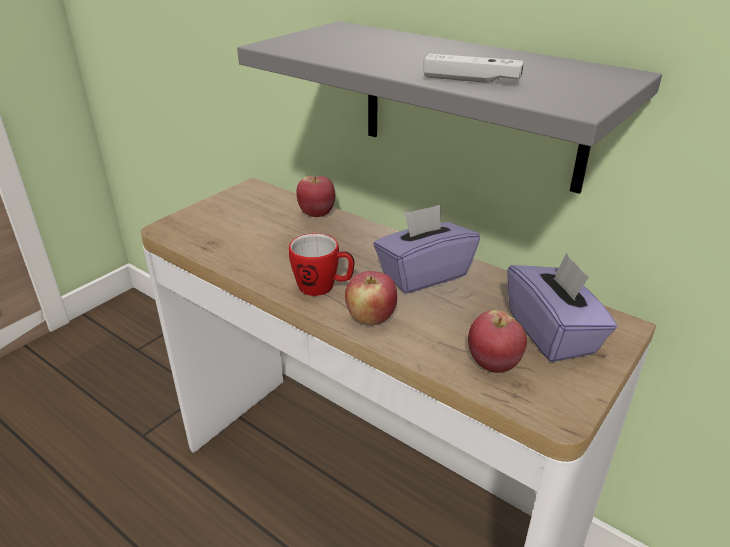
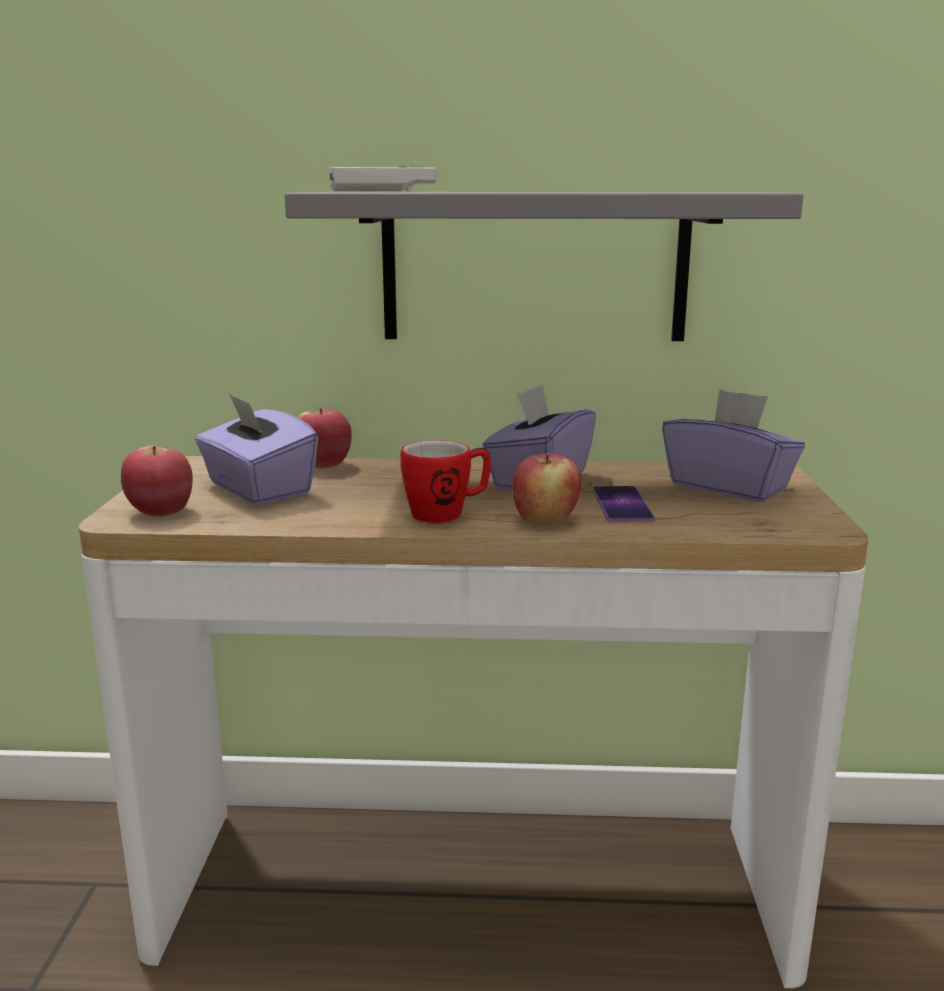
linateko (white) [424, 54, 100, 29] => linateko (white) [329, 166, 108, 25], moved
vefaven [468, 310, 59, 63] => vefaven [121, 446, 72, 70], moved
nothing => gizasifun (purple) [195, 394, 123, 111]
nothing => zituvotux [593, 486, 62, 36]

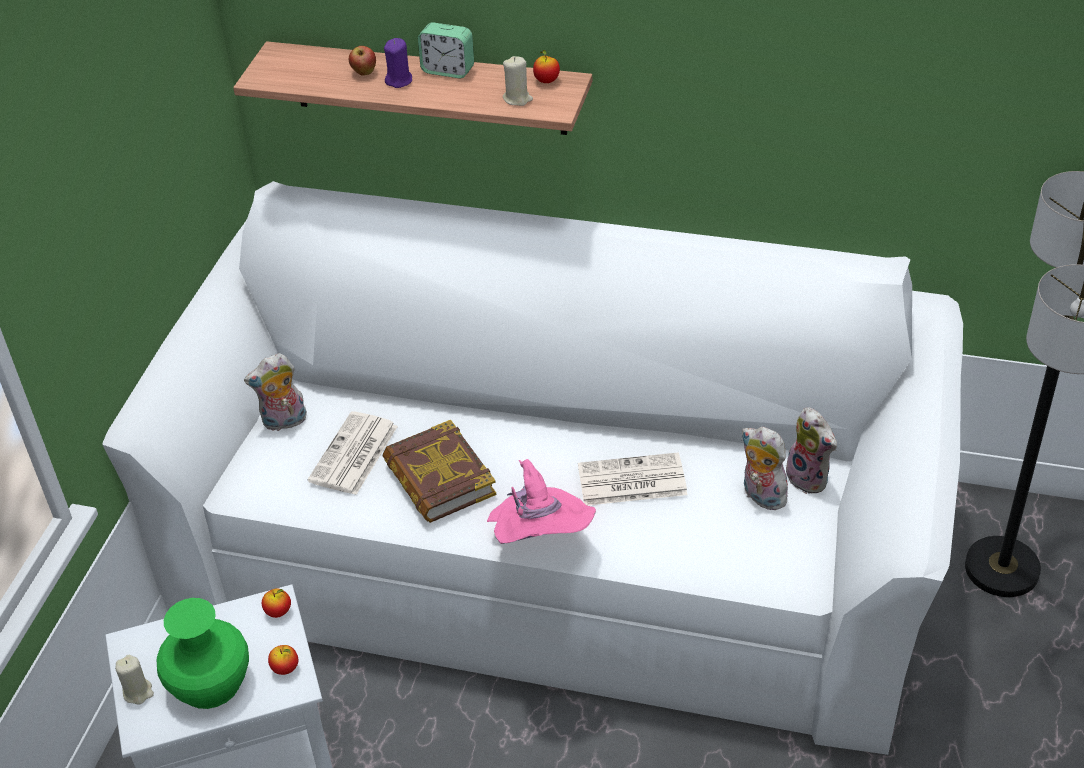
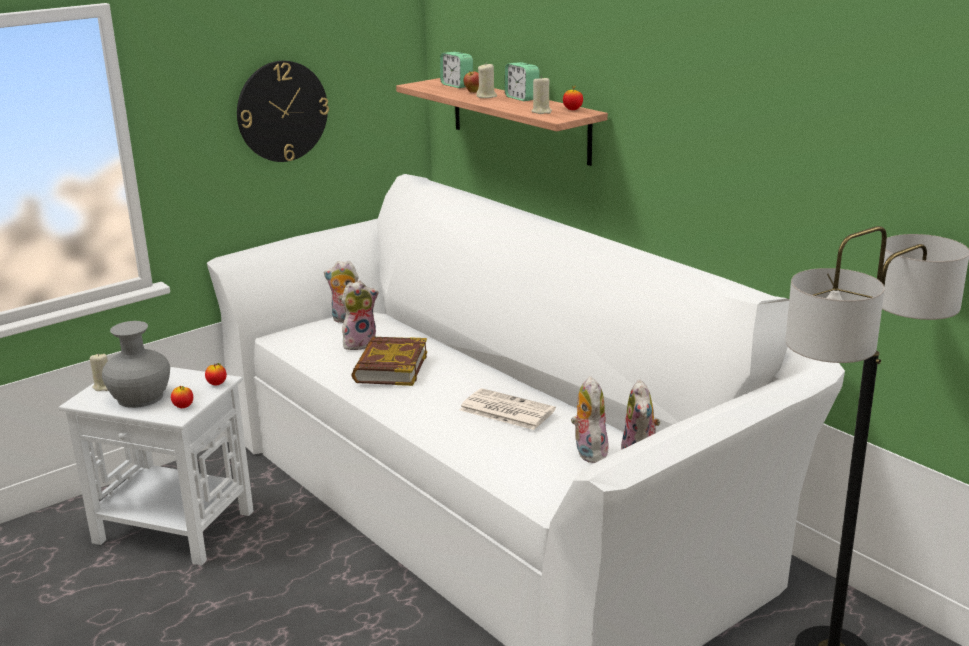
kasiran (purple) [384, 38, 28, 50] => kasiran (beige) [476, 64, 21, 34]
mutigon [308, 411, 90, 84] => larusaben [342, 281, 37, 69]
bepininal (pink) [487, 459, 109, 85] => nothing
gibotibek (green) [157, 598, 92, 111] => gibotibek (grey) [102, 321, 68, 87]
nothing => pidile [440, 52, 33, 36]
nothing => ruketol [237, 61, 92, 101]

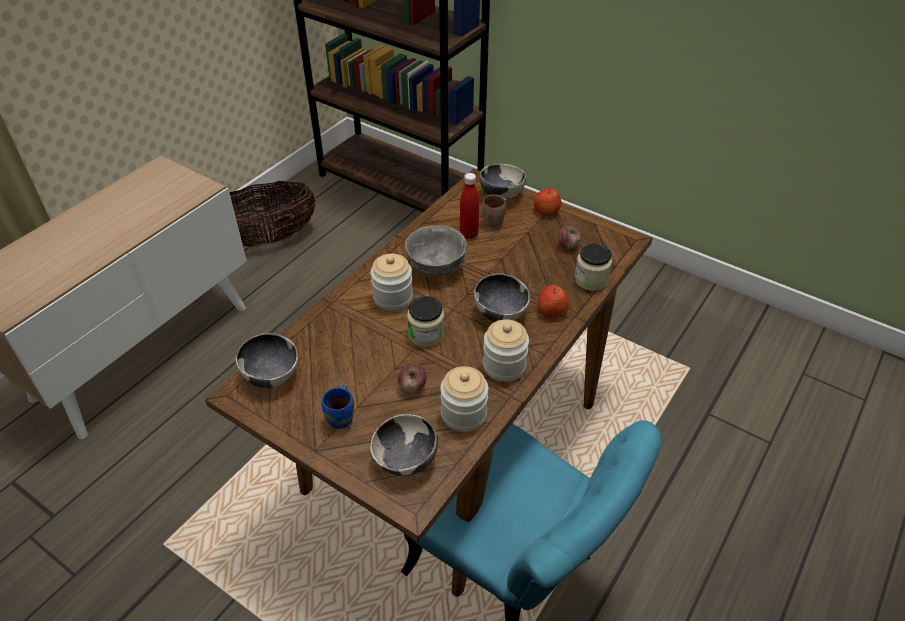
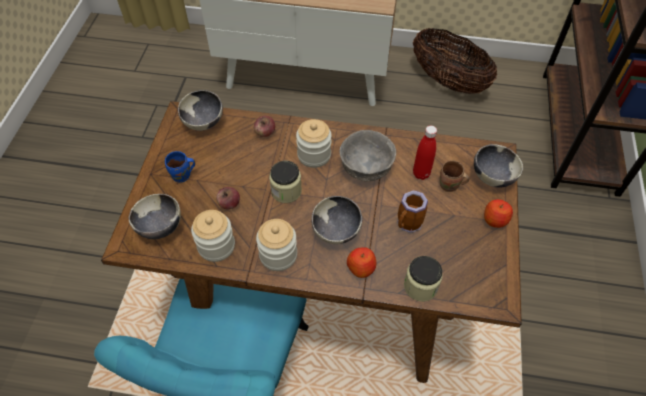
vefaven [558, 225, 24, 24] => vefaven [254, 116, 21, 21], moved
nothing => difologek [397, 190, 31, 43]

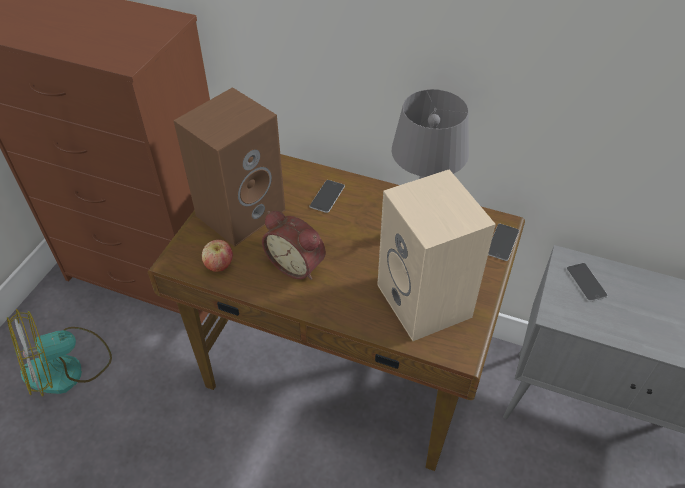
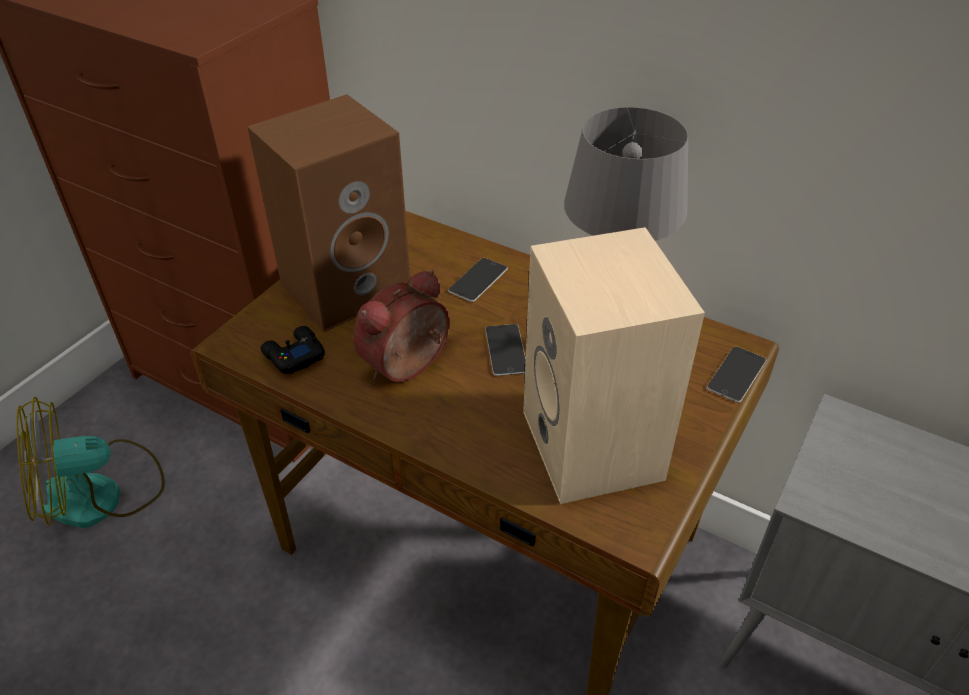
pidile [262, 211, 64, 69] => pidile [353, 270, 97, 112], 90 degrees clockwise
vefaven [202, 240, 31, 32] => linateko (black) [261, 326, 64, 48]
zituvotux [566, 263, 42, 39] => zituvotux [485, 324, 41, 52], moved

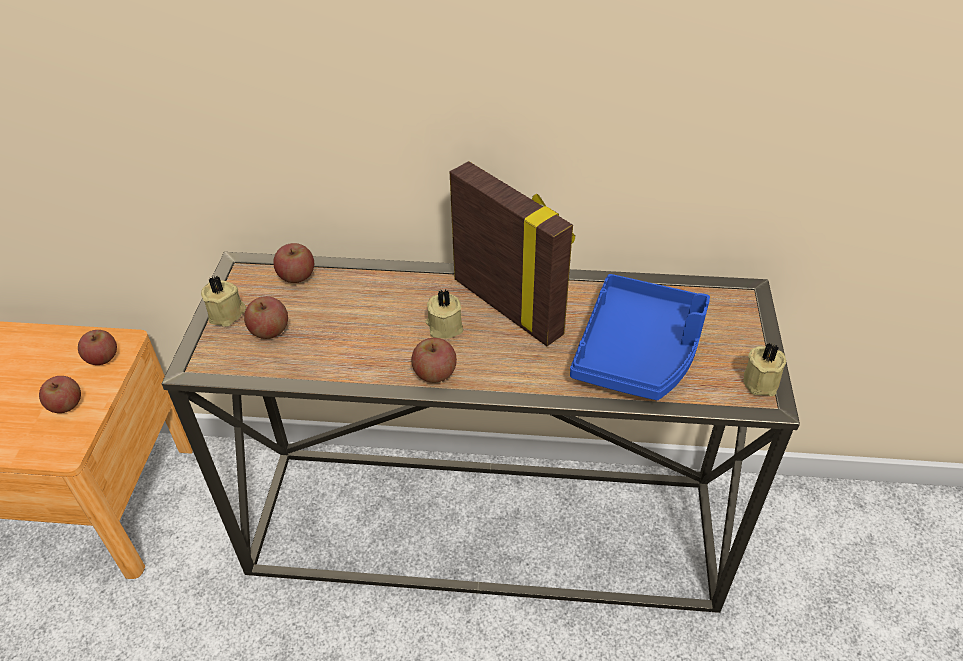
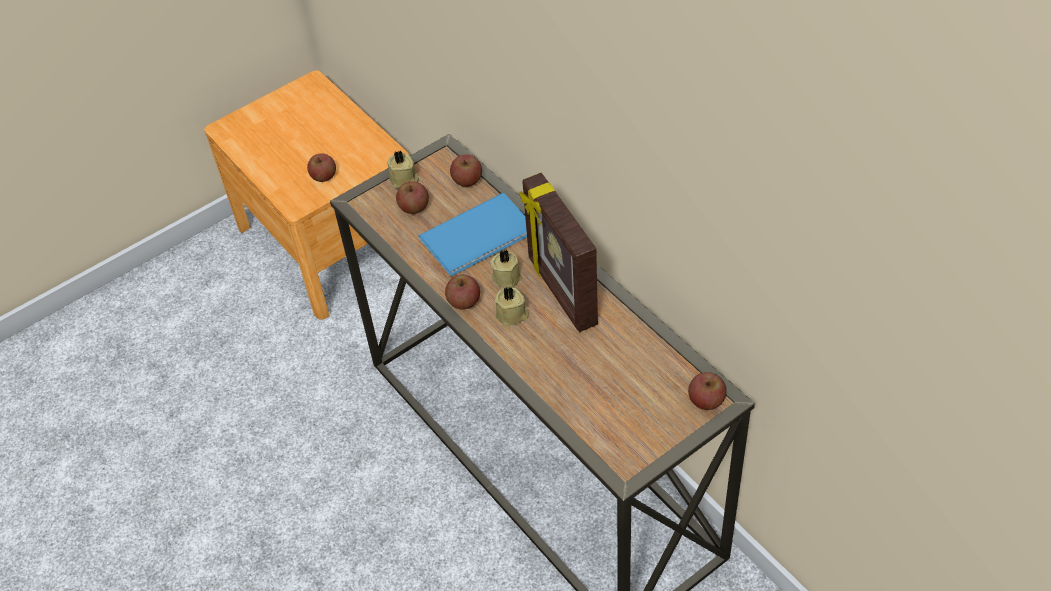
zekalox [450, 161, 125, 185] => zekalox [520, 173, 78, 159], 150 degrees clockwise
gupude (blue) [570, 274, 140, 126] => nothing
vefaven [78, 330, 39, 35] => vefaven [688, 372, 39, 38], moved
kasiran (beige) [743, 343, 43, 53] => kasiran (beige) [495, 287, 34, 40], moved
nothing => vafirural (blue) [419, 193, 108, 83]

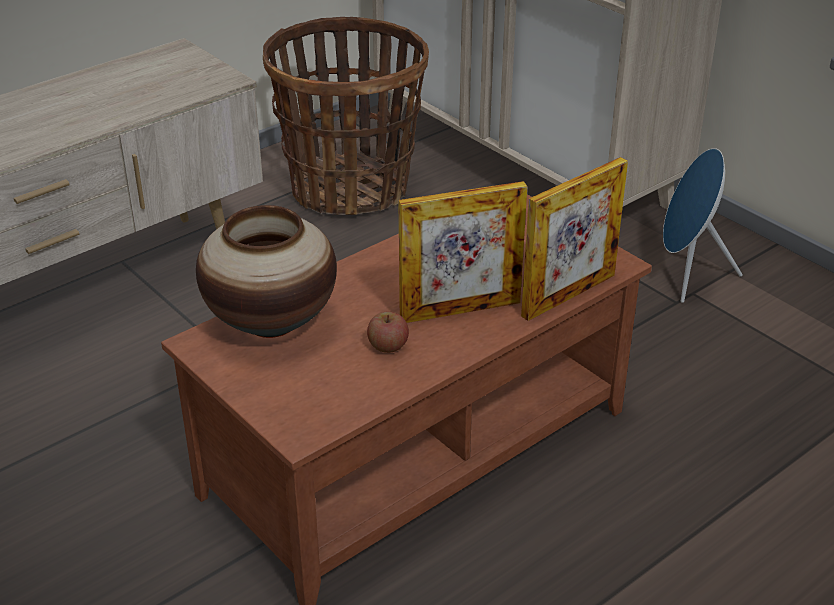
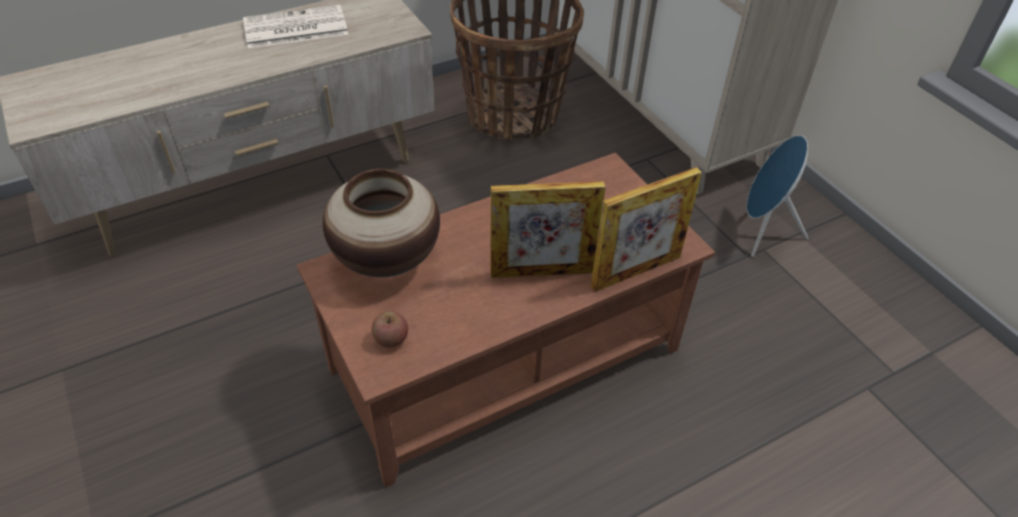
vefaven [367, 312, 42, 41] => vefaven [372, 311, 36, 36], moved
nothing => mutigon [243, 5, 105, 43]

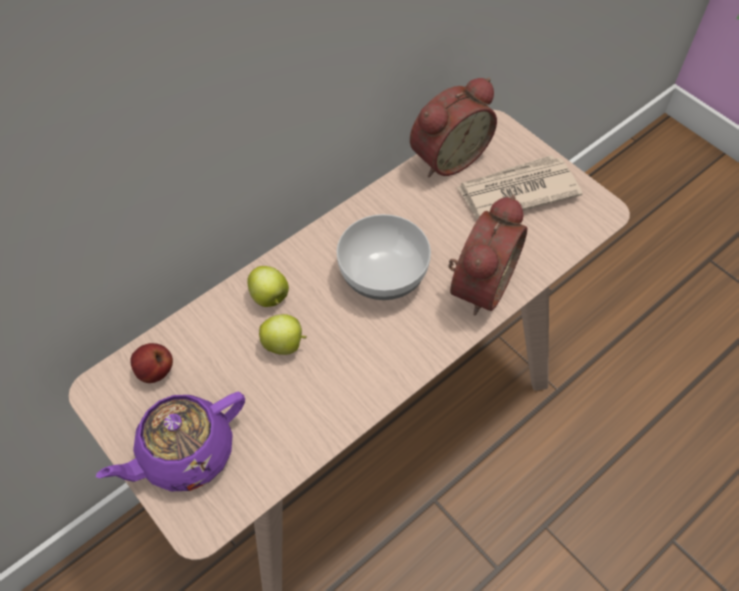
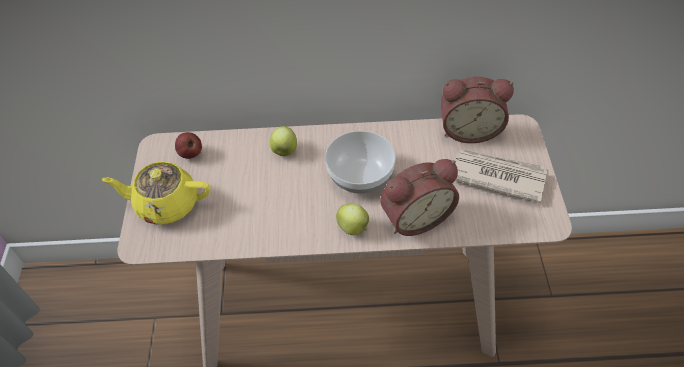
vefaven [259, 314, 48, 41] => vefaven [336, 204, 33, 31], moved
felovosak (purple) [96, 392, 149, 99] => felovosak (yellow) [101, 161, 109, 64]

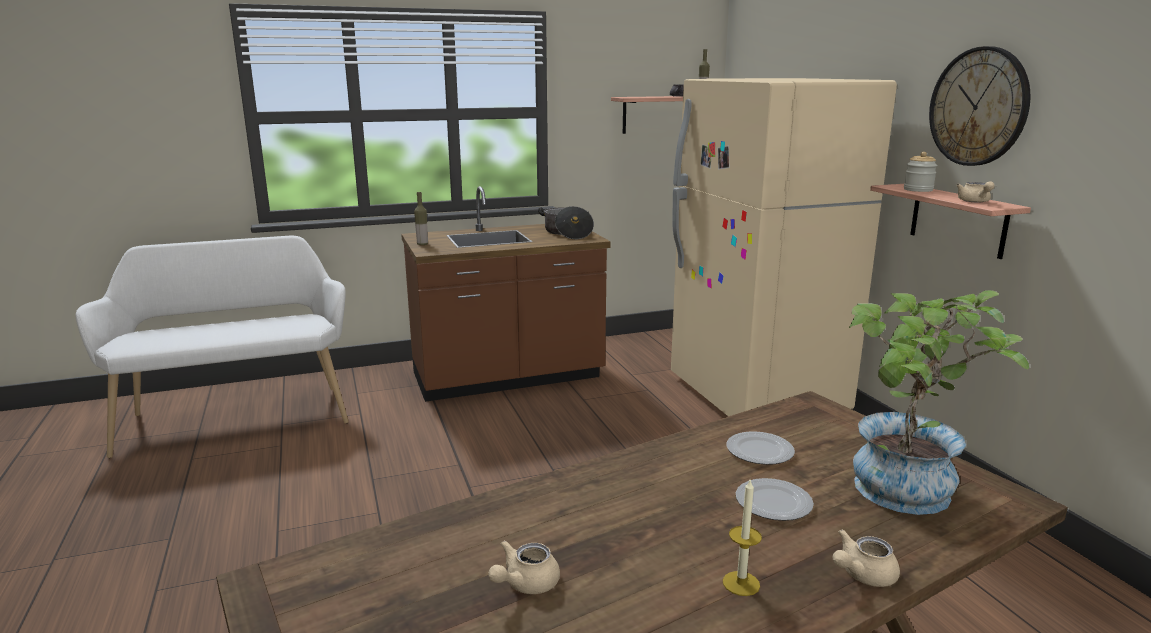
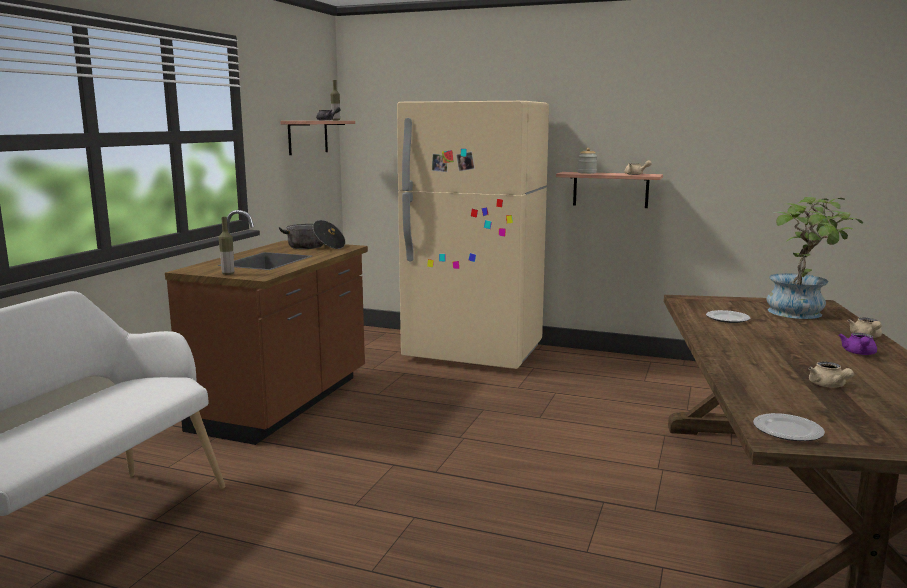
ruketol [929, 46, 101, 120] => nothing
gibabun [736, 478, 78, 43] => gibabun [753, 413, 72, 28], moved
kasiran [723, 480, 39, 116] => felovosak (purple) [838, 333, 39, 22]

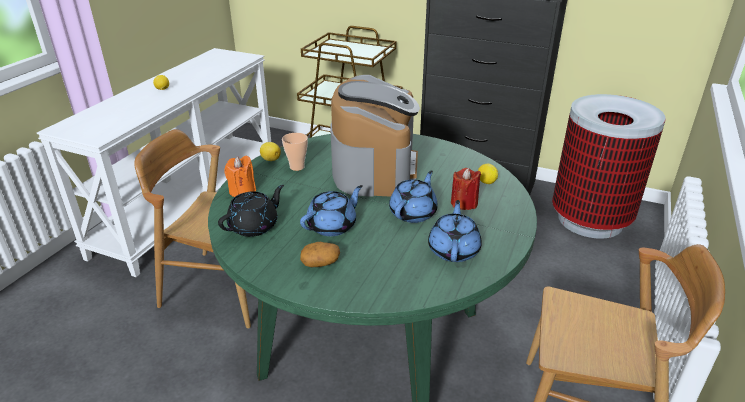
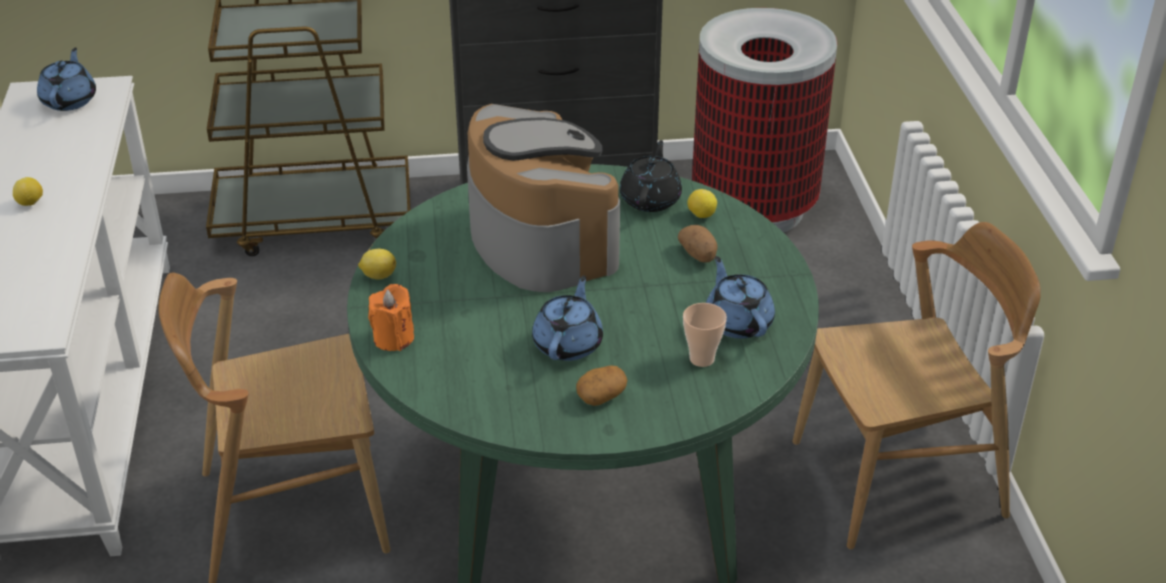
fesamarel [282, 133, 26, 38] => fesamarel [683, 303, 44, 64], moved
kasiran (red) [451, 168, 30, 42] => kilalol [678, 225, 40, 38]
felovosak (blue) [389, 170, 49, 53] => felovosak (blue) [37, 48, 59, 63], moved
felovosak (black) [218, 185, 66, 52] => felovosak (black) [620, 140, 62, 72], moved

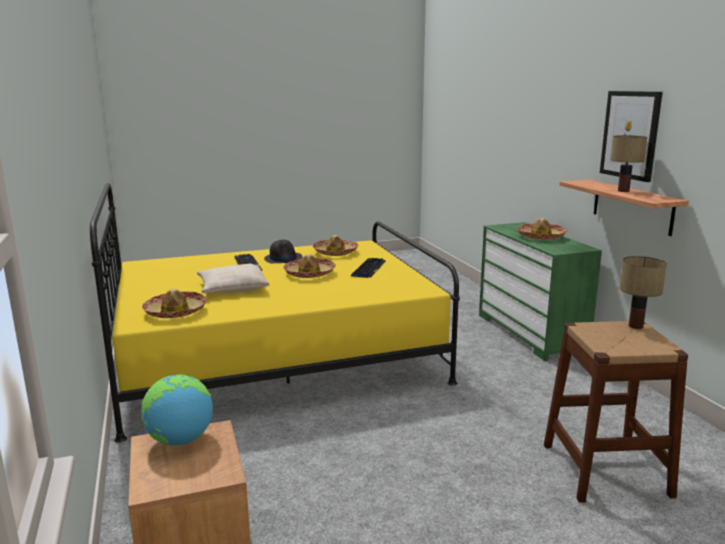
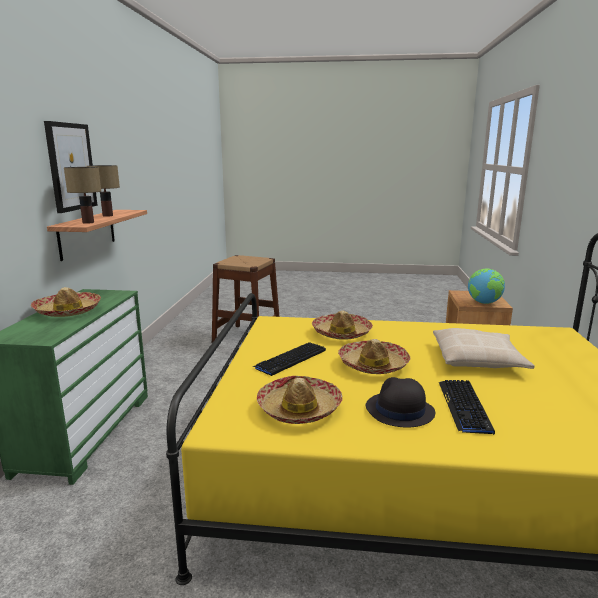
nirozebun [619, 256, 48, 73] => nirozebun [64, 167, 37, 57], moved
bepininal [142, 289, 65, 29] => bepininal [312, 311, 61, 29], moved

